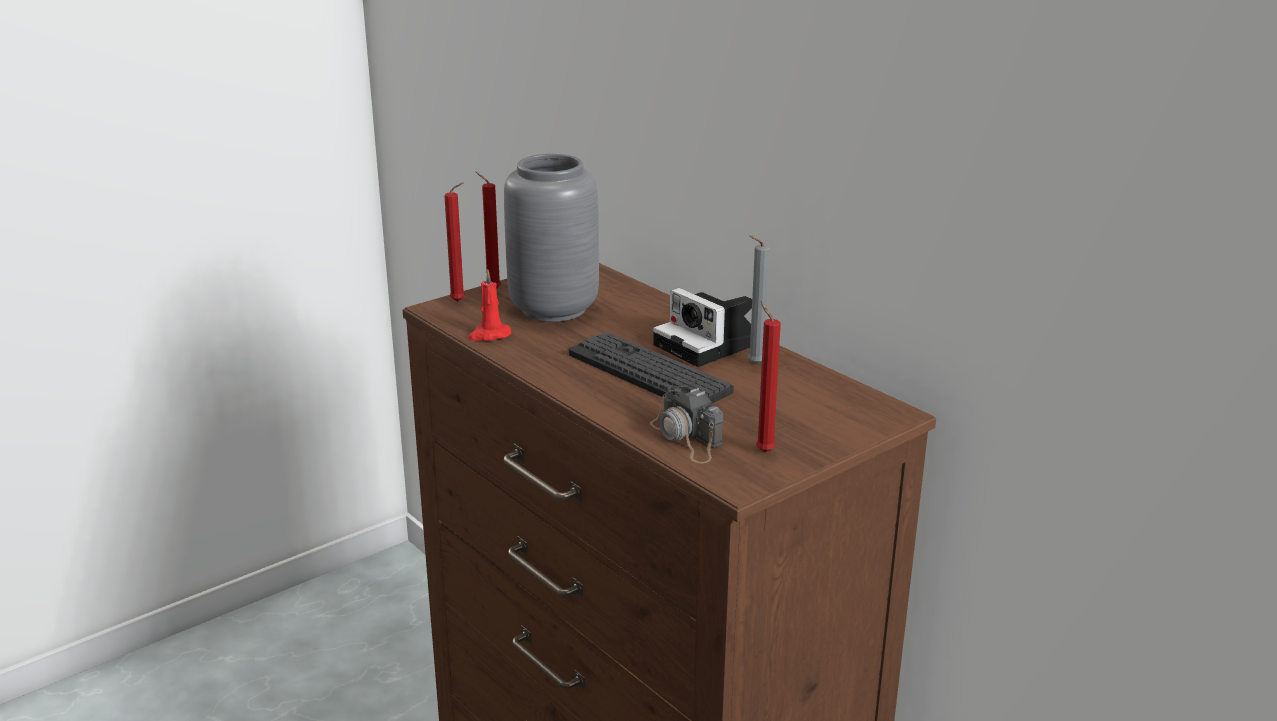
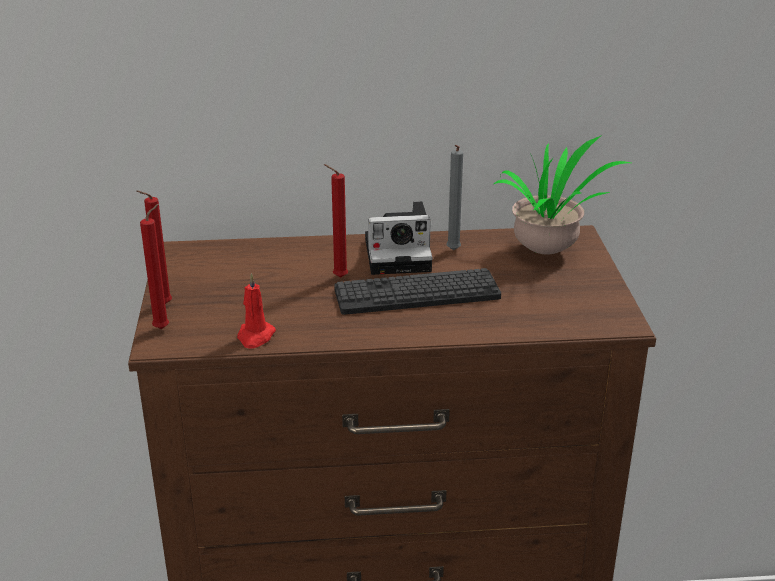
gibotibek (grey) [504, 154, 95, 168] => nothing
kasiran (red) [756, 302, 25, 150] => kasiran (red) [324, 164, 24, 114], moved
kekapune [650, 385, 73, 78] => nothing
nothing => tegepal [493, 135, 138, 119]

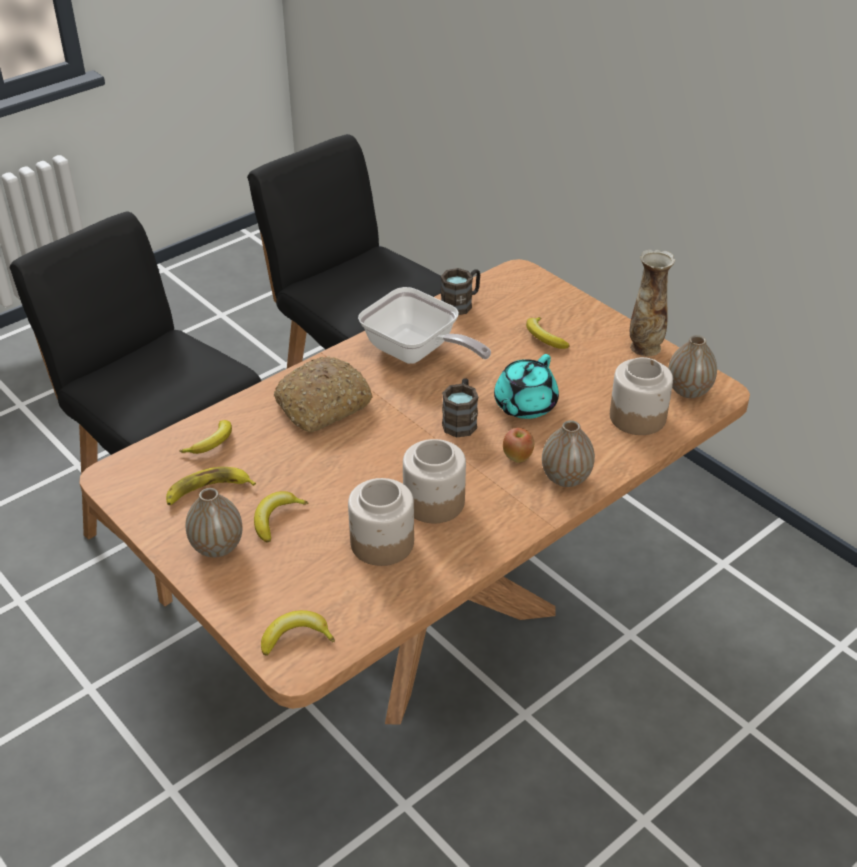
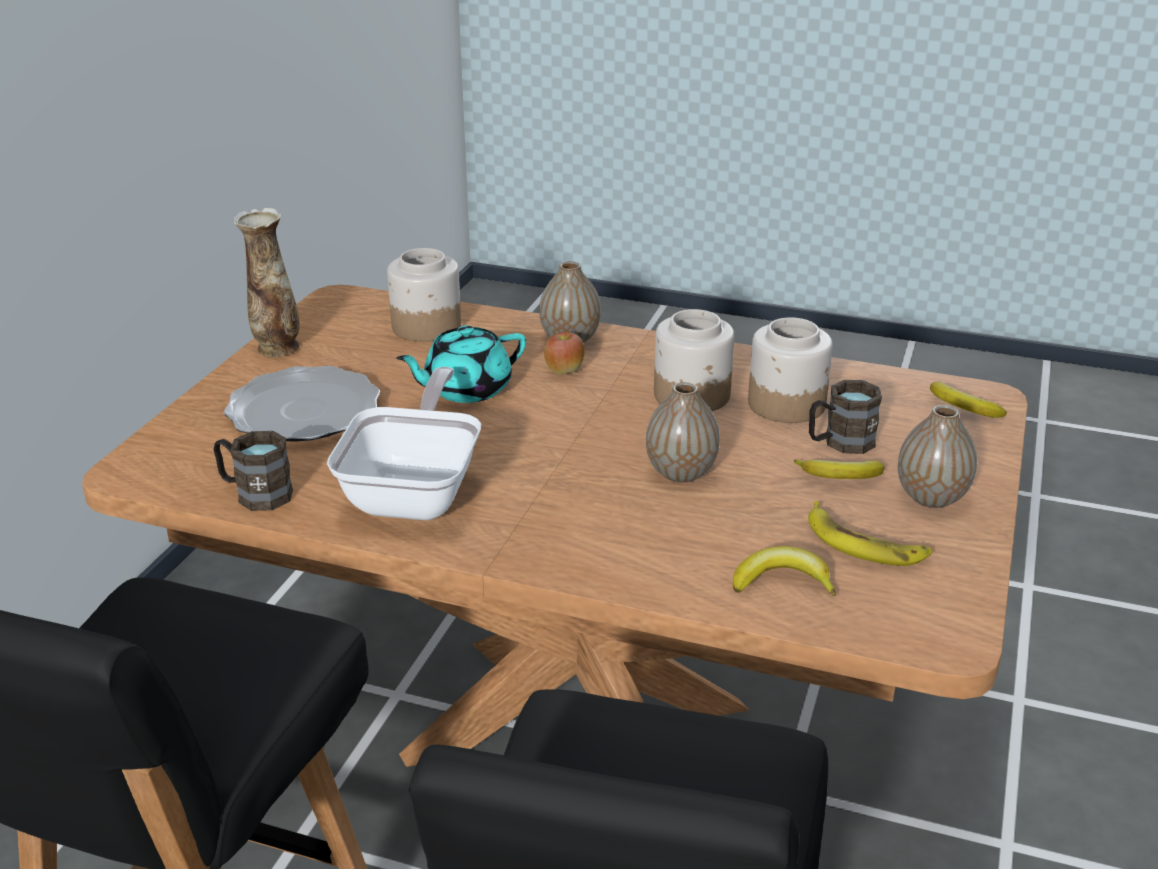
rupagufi [526, 317, 43, 32] => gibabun [224, 366, 156, 76]
gibotibek [668, 335, 49, 63] => gibotibek [646, 382, 74, 101], moved
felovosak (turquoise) [494, 354, 65, 65] => felovosak (turquoise) [396, 325, 130, 78], 150 degrees clockwise
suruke [274, 356, 99, 76] => nothing
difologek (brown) [442, 378, 36, 60] => difologek (brown) [809, 380, 73, 74], moved

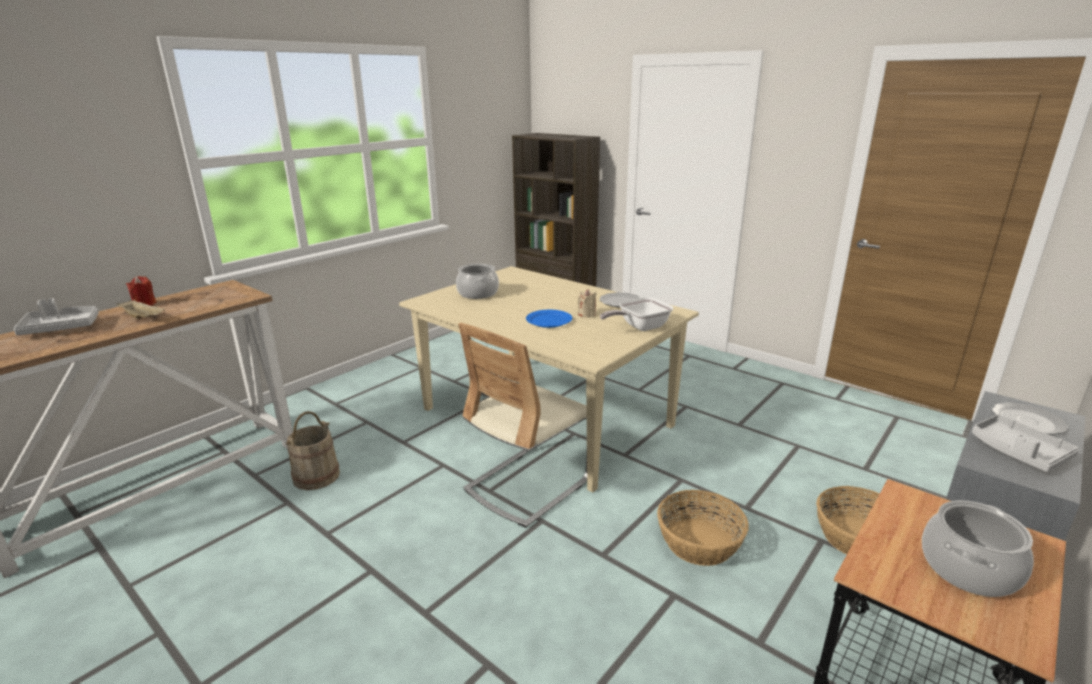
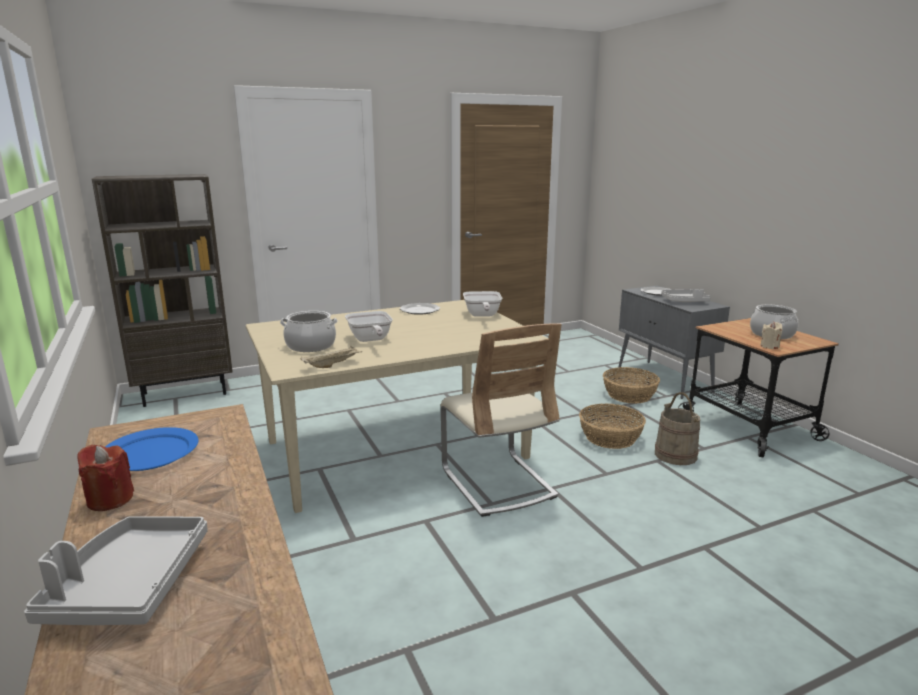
kasiran (beige) [578, 289, 18, 28] => kasiran (beige) [760, 322, 22, 27], moved
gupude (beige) [117, 300, 48, 19] => gupude (beige) [300, 346, 63, 22], moved
gibabun (blue) [526, 310, 46, 18] => gibabun (blue) [105, 427, 94, 44], moved
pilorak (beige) [286, 411, 54, 79] => pilorak (beige) [655, 392, 45, 73], moved
nothing => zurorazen [345, 311, 48, 31]

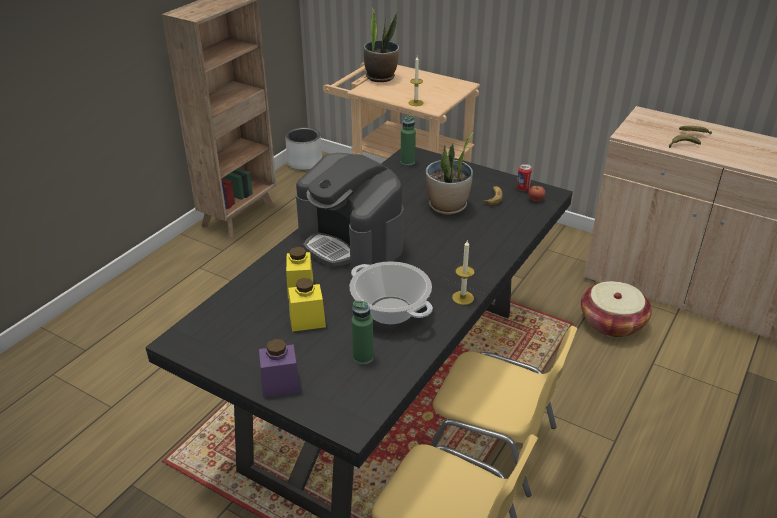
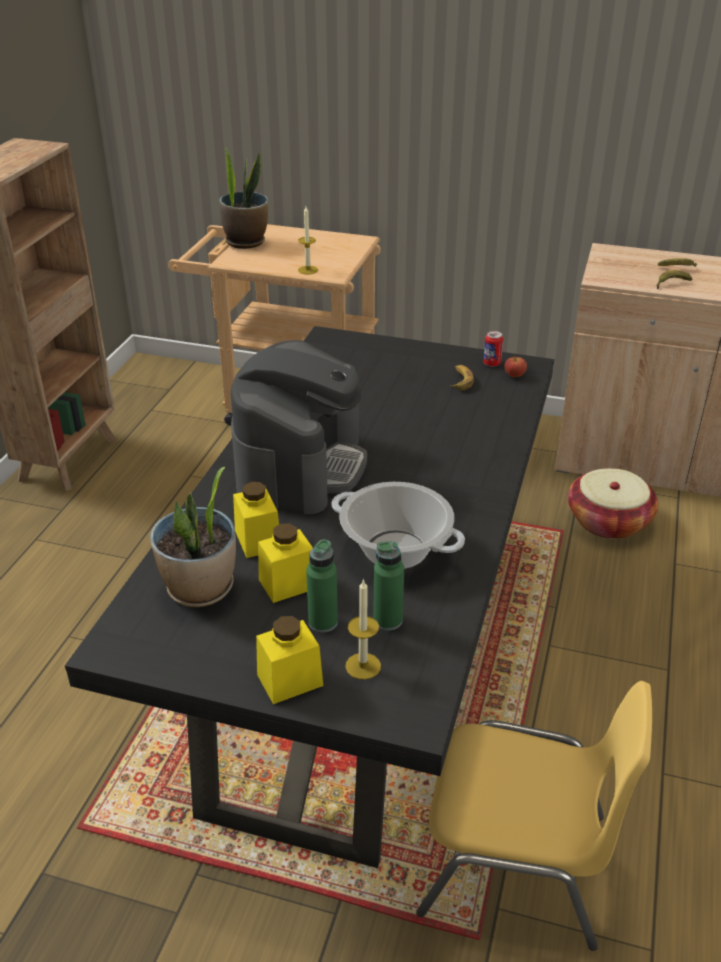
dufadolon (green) [401, 115, 15, 51] => dufadolon (green) [306, 539, 32, 94], moved
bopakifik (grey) [285, 127, 37, 43] => nothing
tegepal [426, 132, 48, 83] => tegepal [150, 467, 86, 140], moved
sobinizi [296, 153, 107, 120] => sobinizi [230, 340, 137, 174], 105 degrees counterclockwise
kasiran [452, 239, 22, 66] => kasiran [345, 579, 36, 101], moved
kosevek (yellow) [430, 326, 148, 171] => nothing
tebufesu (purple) [259, 339, 42, 58] => tebufesu (yellow) [256, 616, 67, 88]

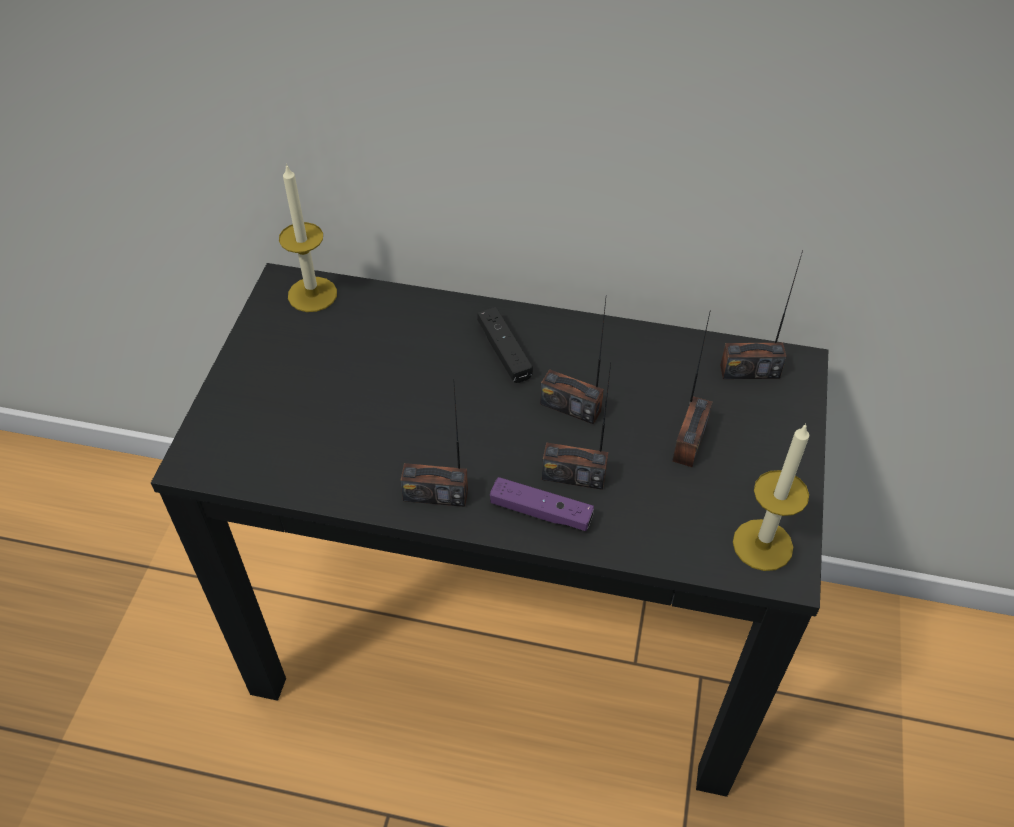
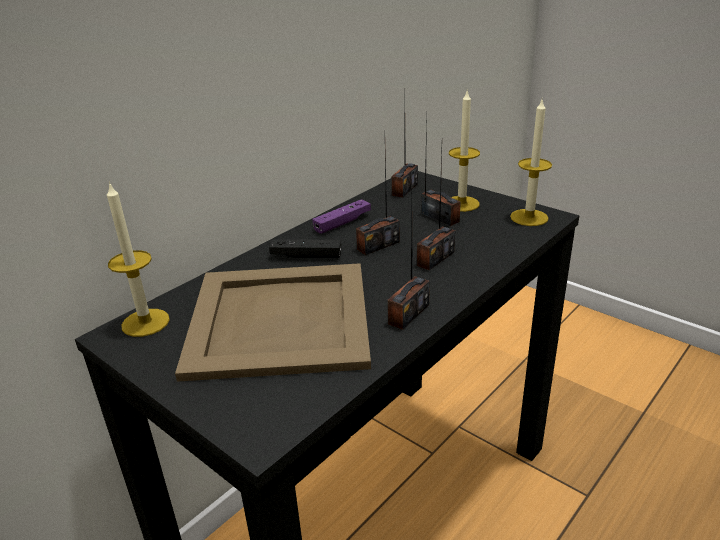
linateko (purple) [490, 477, 104, 54] => linateko (purple) [312, 199, 59, 35], moved
nothing => kasiran [449, 89, 31, 123]
nothing => gupude (beige) [175, 263, 196, 119]

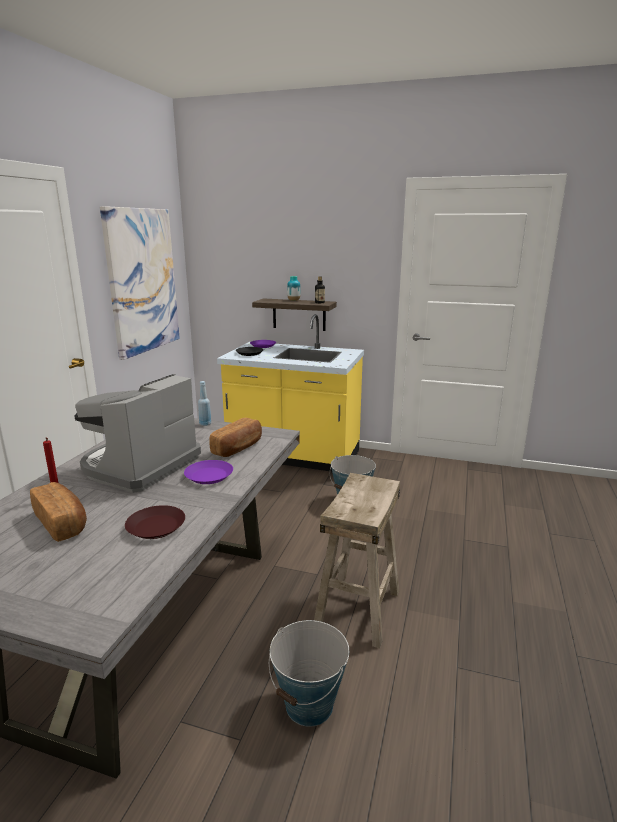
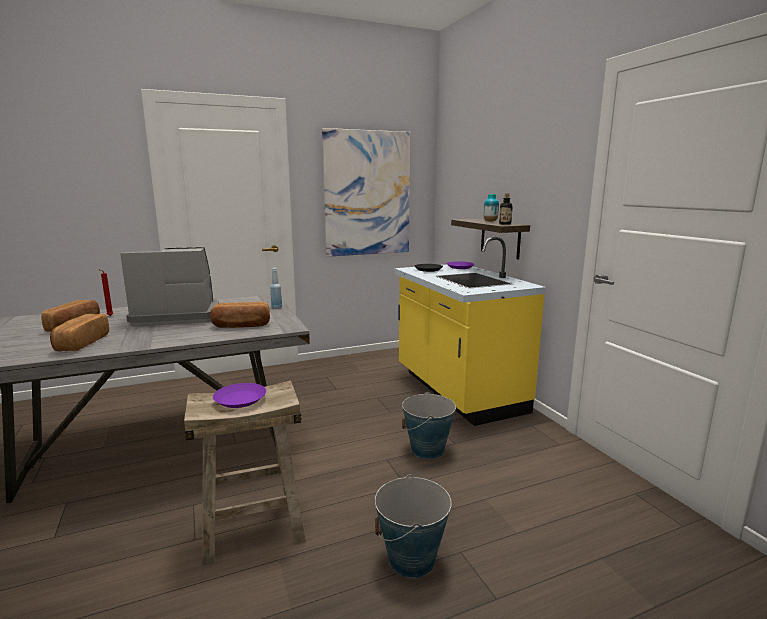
gibabun (purple) [184, 460, 49, 24] => gibabun (purple) [213, 383, 53, 25], moved
gibabun (brown) [125, 505, 60, 34] => suruke [50, 314, 59, 38]
pilorak [269, 620, 80, 107] => pilorak [375, 474, 77, 104], moved

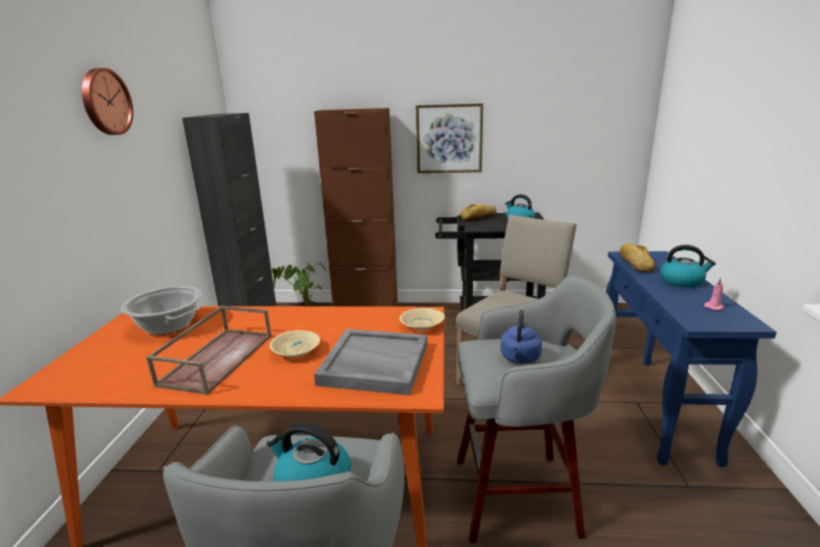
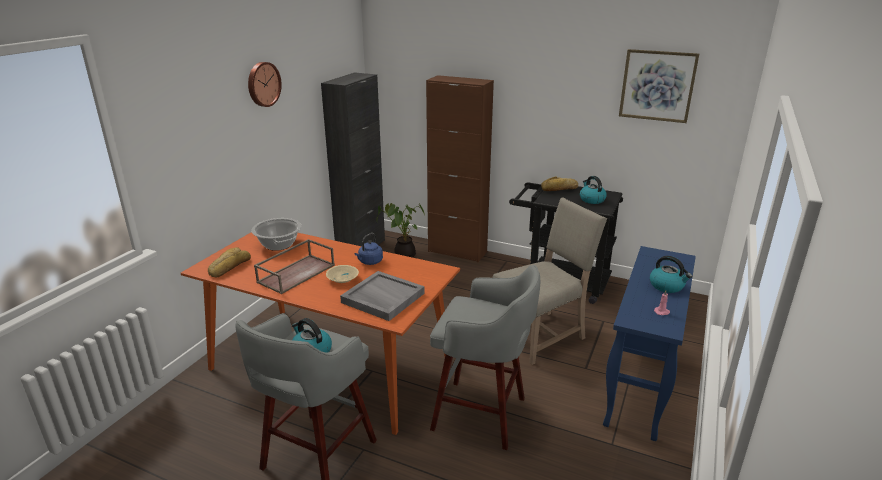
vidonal [416, 103, 67, 70] => vidonal [619, 49, 80, 74], moved
suruke [620, 243, 35, 29] => suruke [208, 247, 43, 31], moved
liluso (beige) [400, 308, 45, 23] => nothing
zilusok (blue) [500, 310, 42, 54] => zilusok (blue) [355, 233, 28, 32], moved

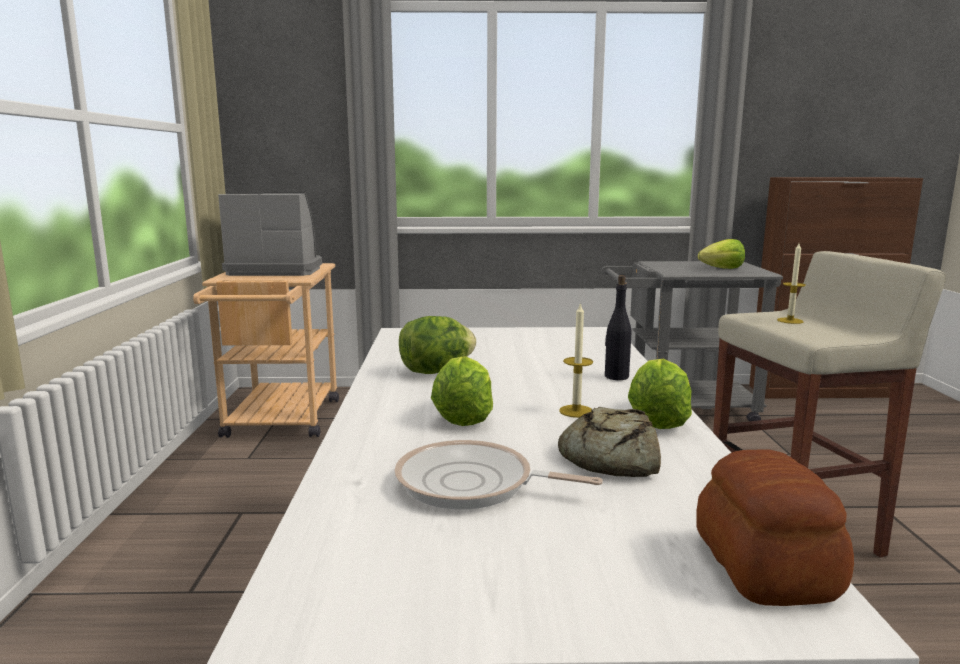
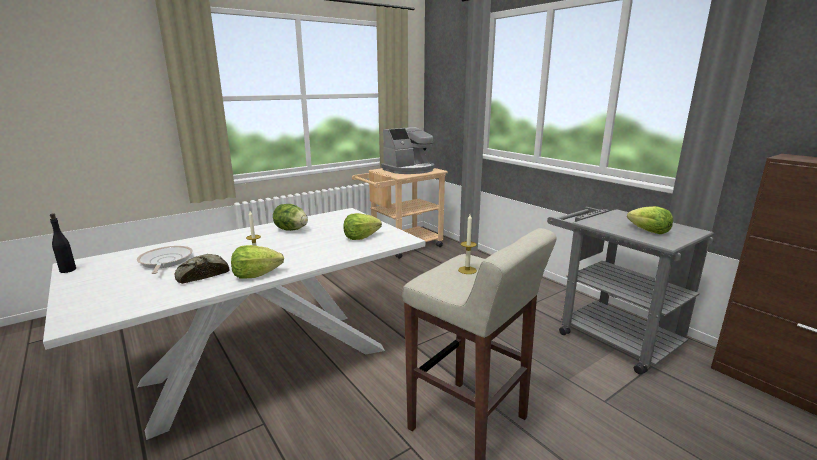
sobinizi [218, 192, 104, 84] => sobinizi [381, 127, 54, 47], 90 degrees clockwise
dufadolon (black) [605, 275, 26, 105] => dufadolon (black) [50, 214, 26, 59], moved
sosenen [431, 356, 62, 70] => sosenen [344, 213, 38, 27], moved
suruke [696, 449, 158, 157] => nothing

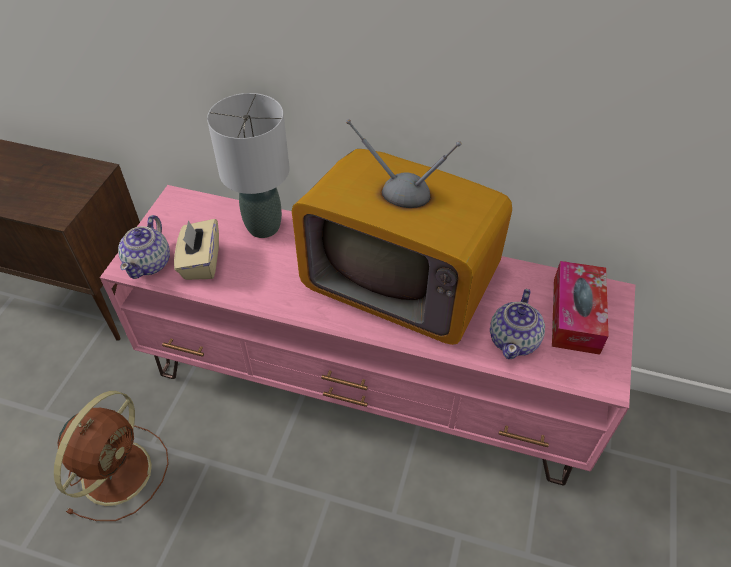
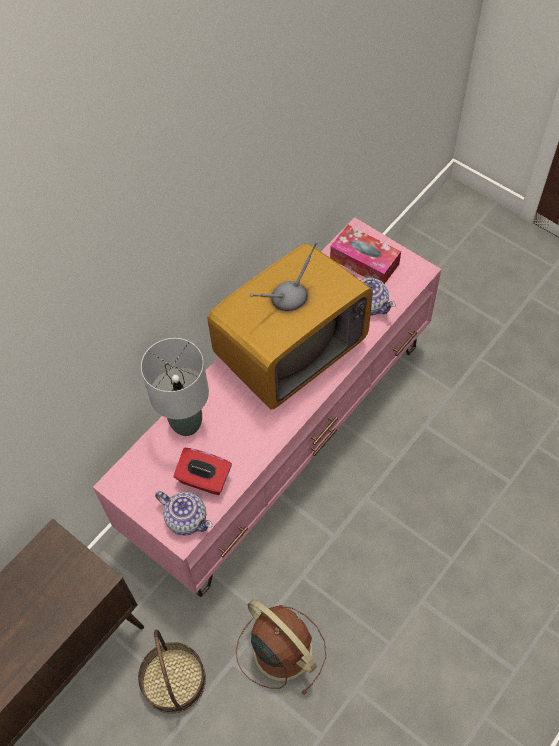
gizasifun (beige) [174, 219, 45, 61] => gizasifun (red) [174, 448, 58, 47]
nothing => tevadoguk [138, 629, 68, 85]

